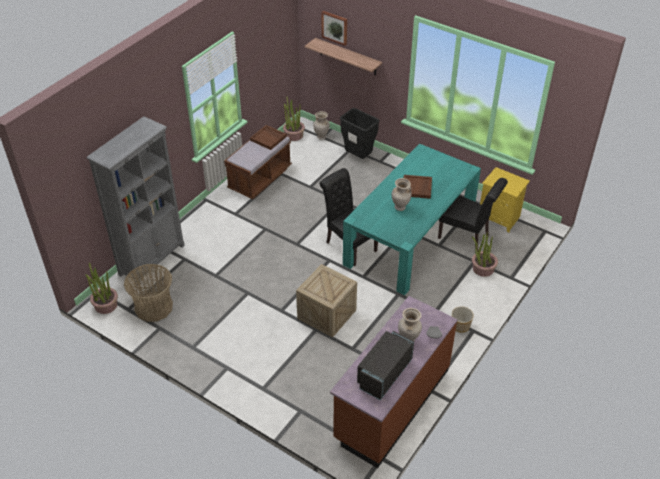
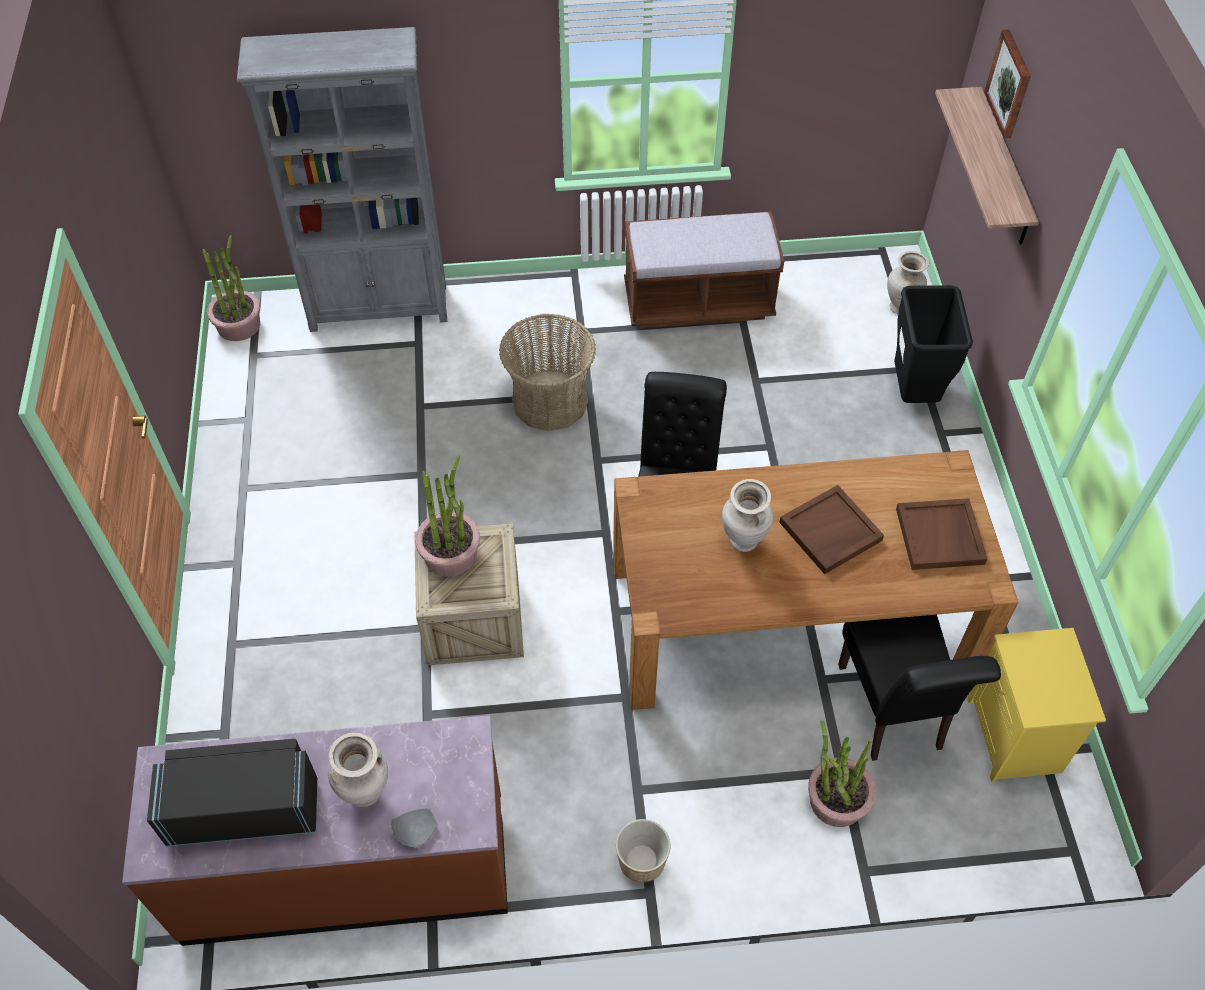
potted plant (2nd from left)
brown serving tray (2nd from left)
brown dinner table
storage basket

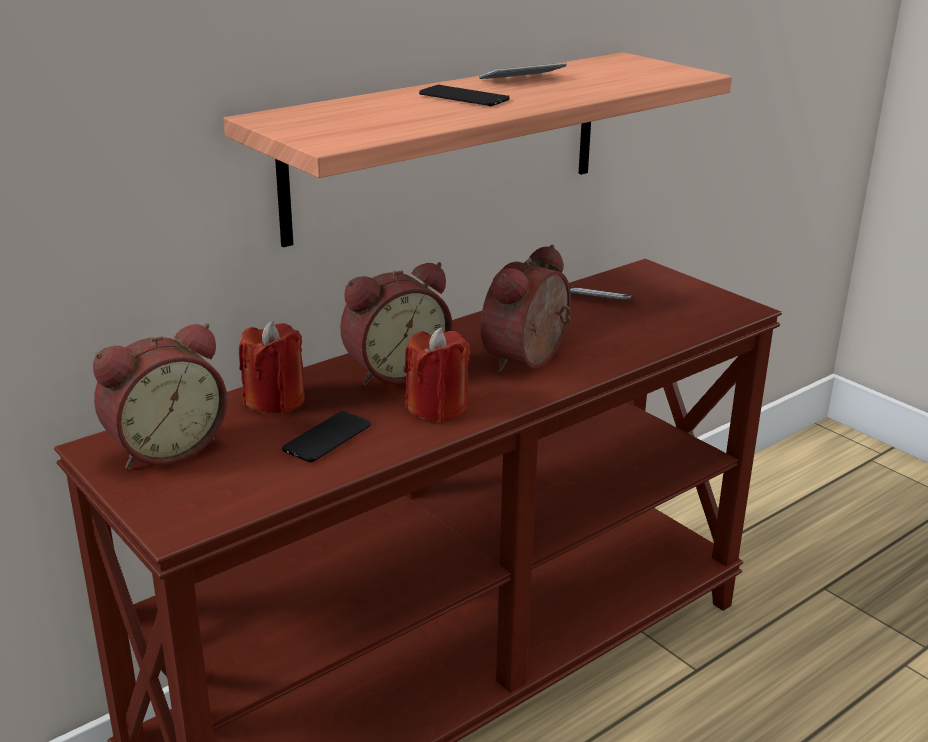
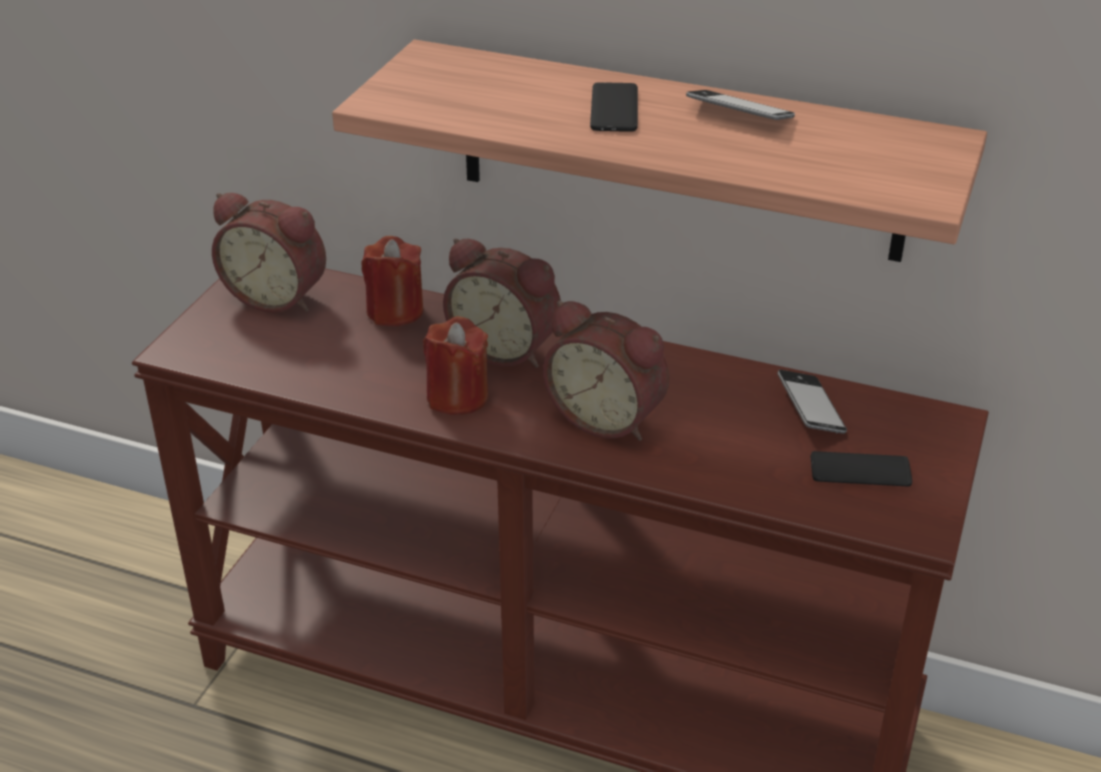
alarm clock (3rd from left)
phone (4th from left)

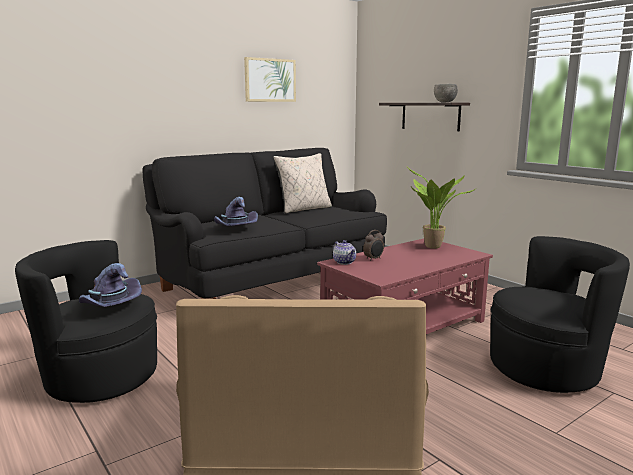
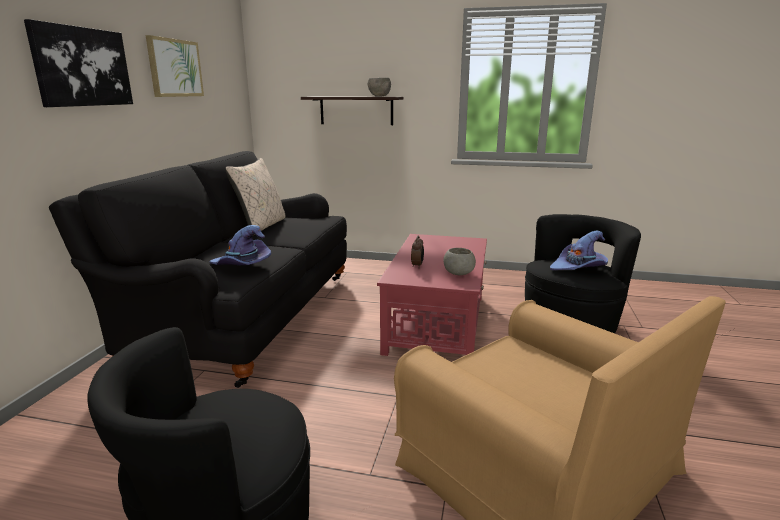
potted plant
pot for tea
purple hat (2nd from left)
wall art (1st from left)
greyish deep dish (2nd from left)

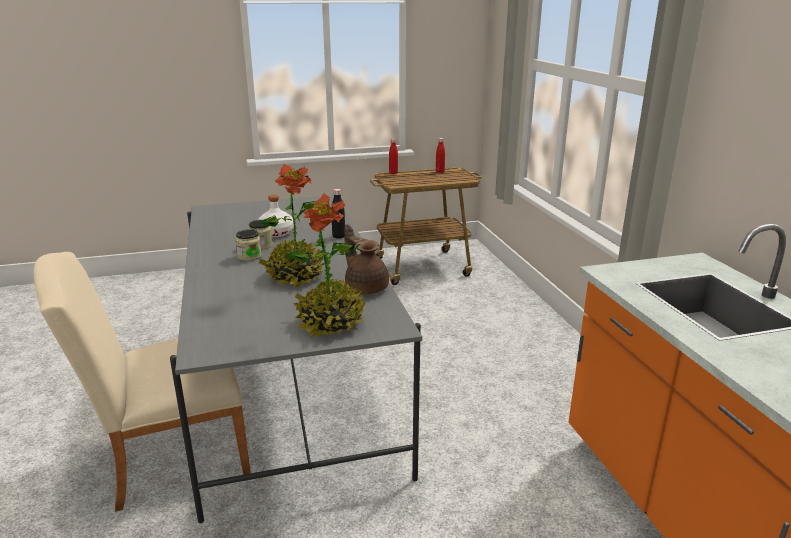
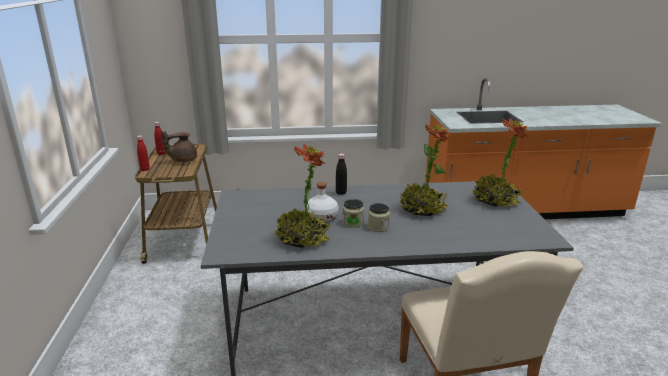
brown pot for tea
potted plant (1st from left)

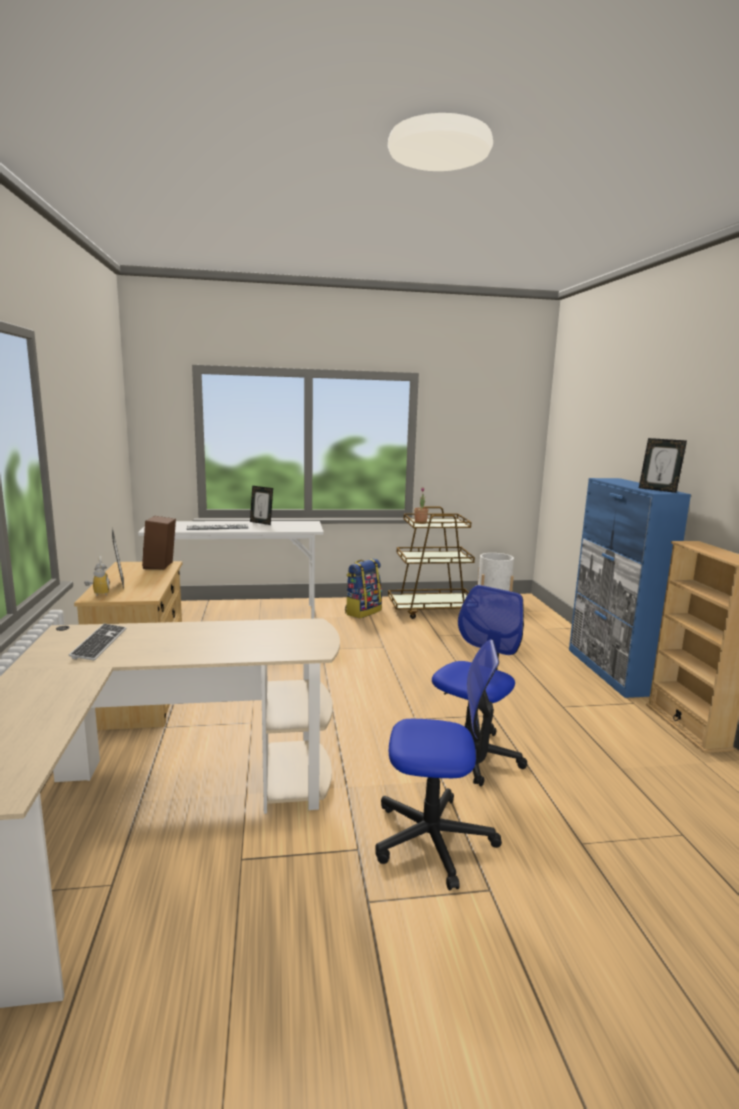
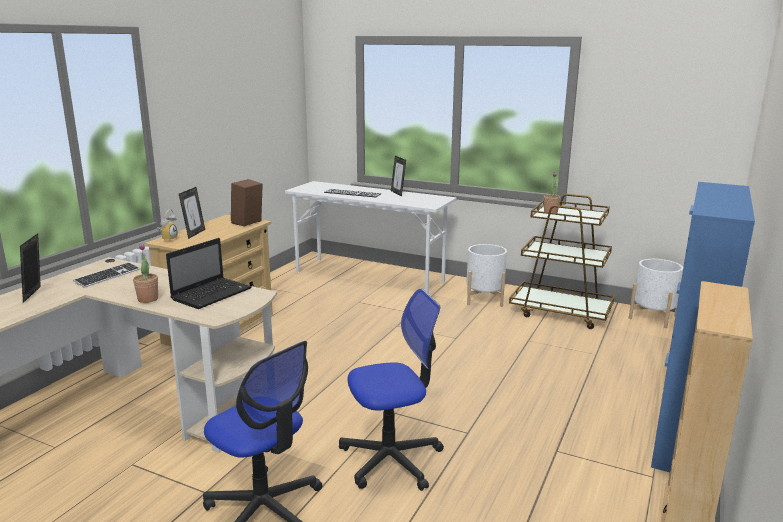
standing frame (1st from left)
white-coloured flower pot (1st from left)
notebook computer
potted plant (1st from left)

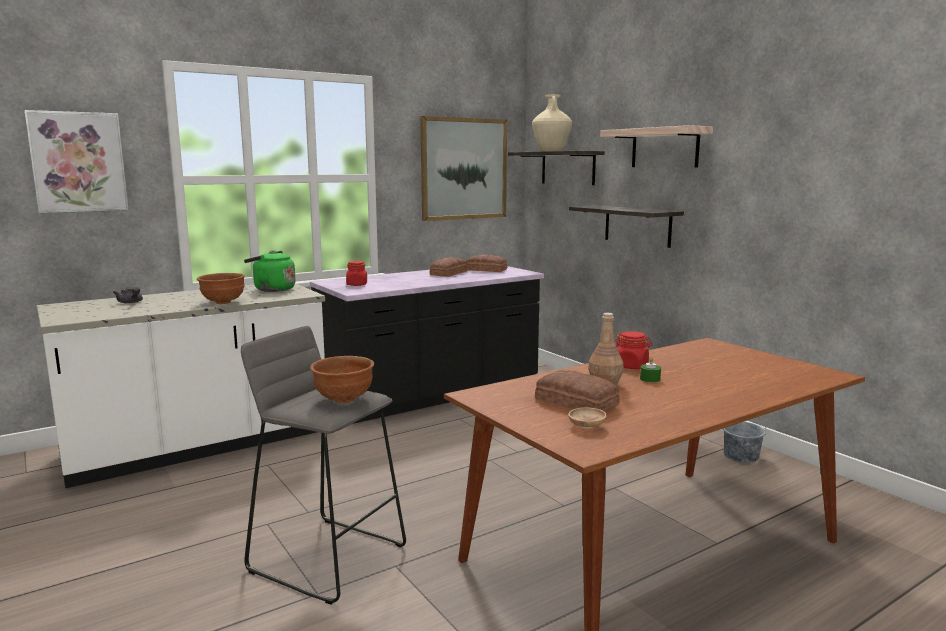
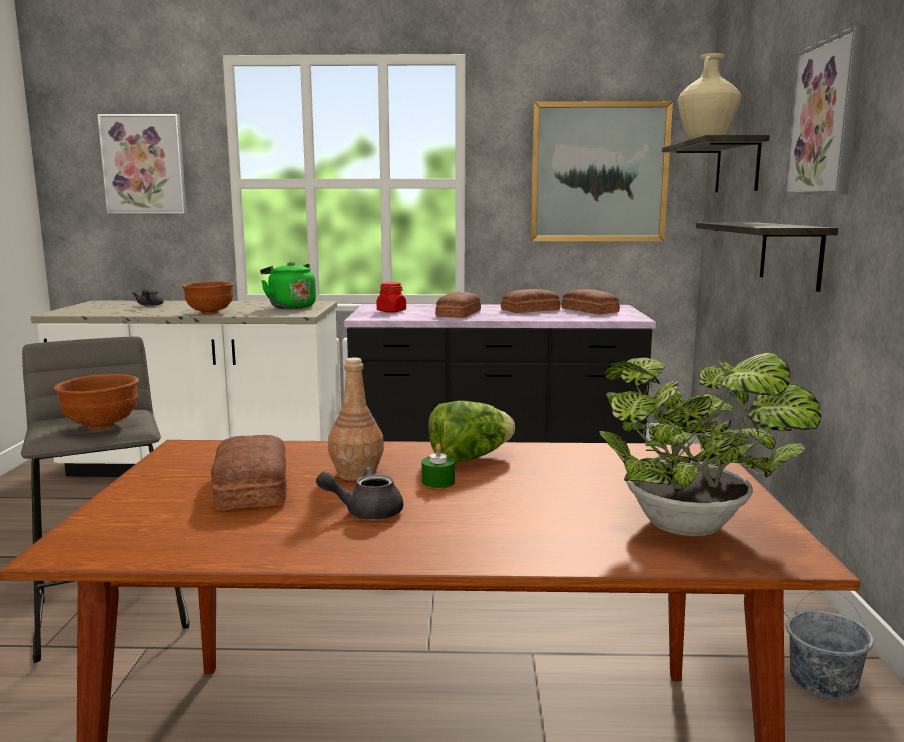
wall art (3rd from left)
lettuce
brown deep dish (3rd from left in the first image)
baked bread (2nd from left)
potted plant
greyish pot for tea (2nd from left)

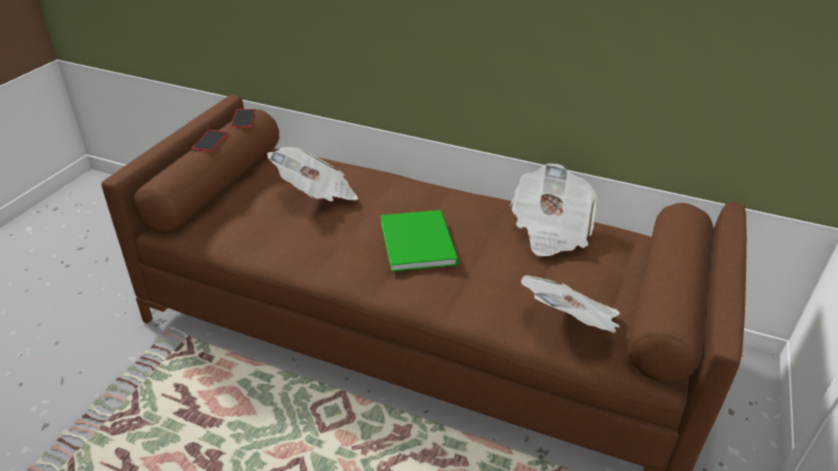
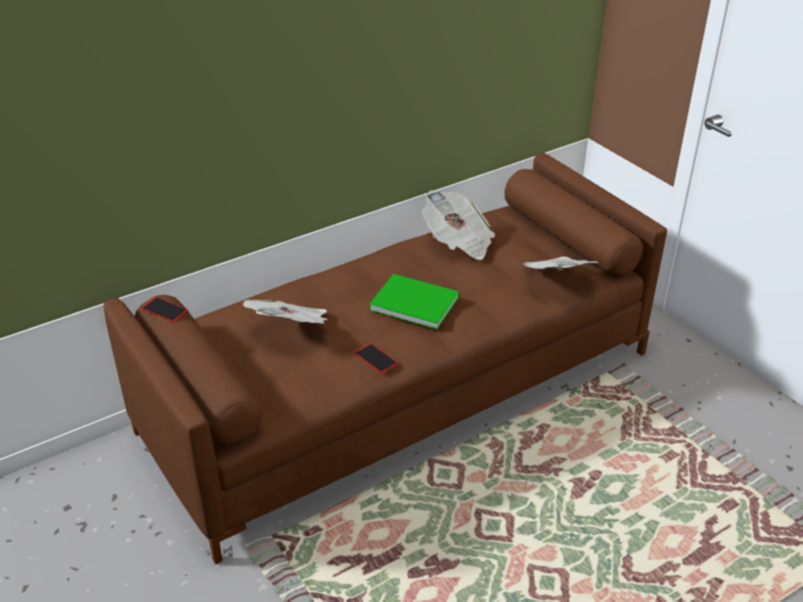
phone (2nd from left)

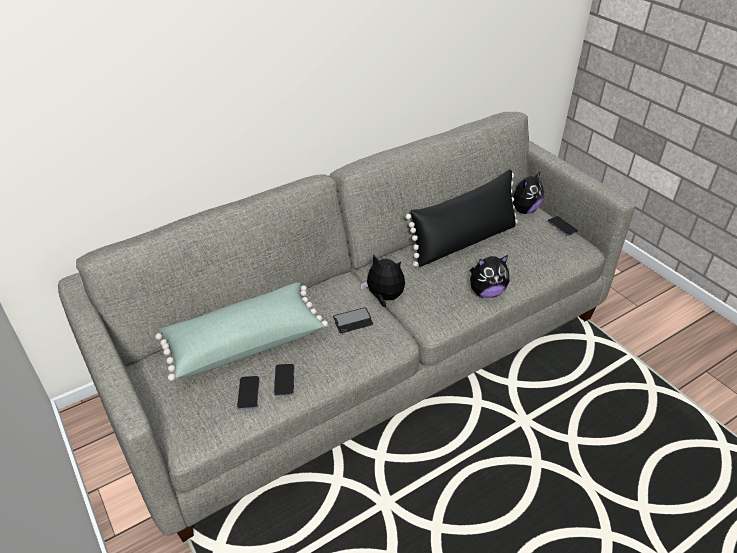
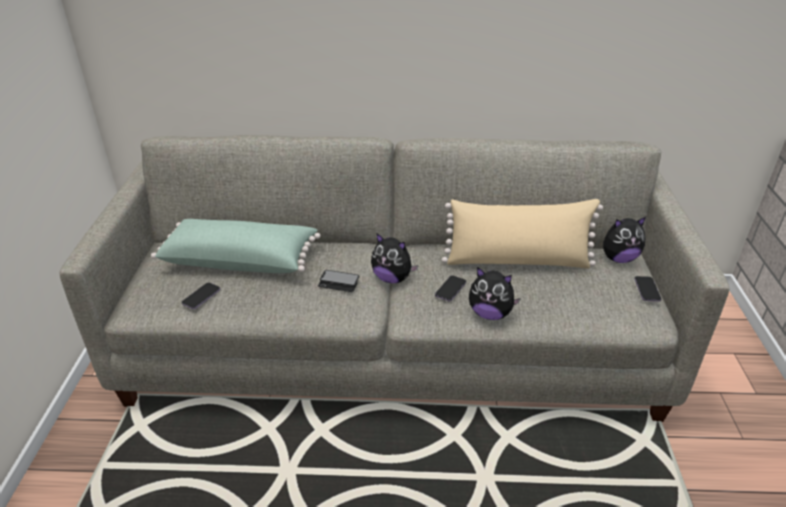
sand-coloured cushion
cuddly toy (1st from left)
phone (3rd from left)

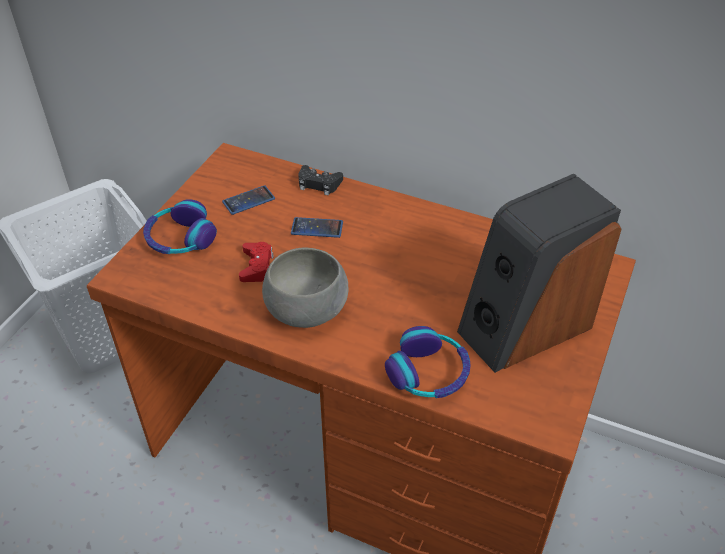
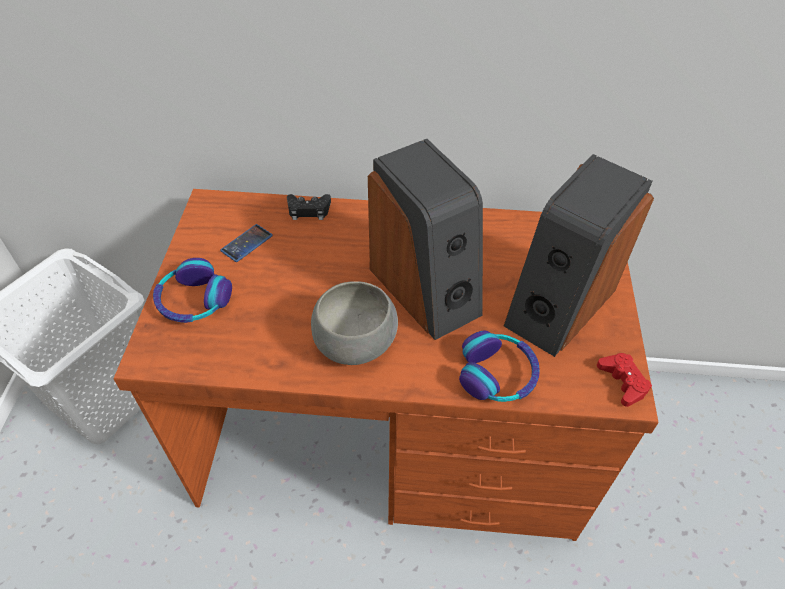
phone (2nd from left in the first image)
red-coloured game controller
speaker (1st from left)

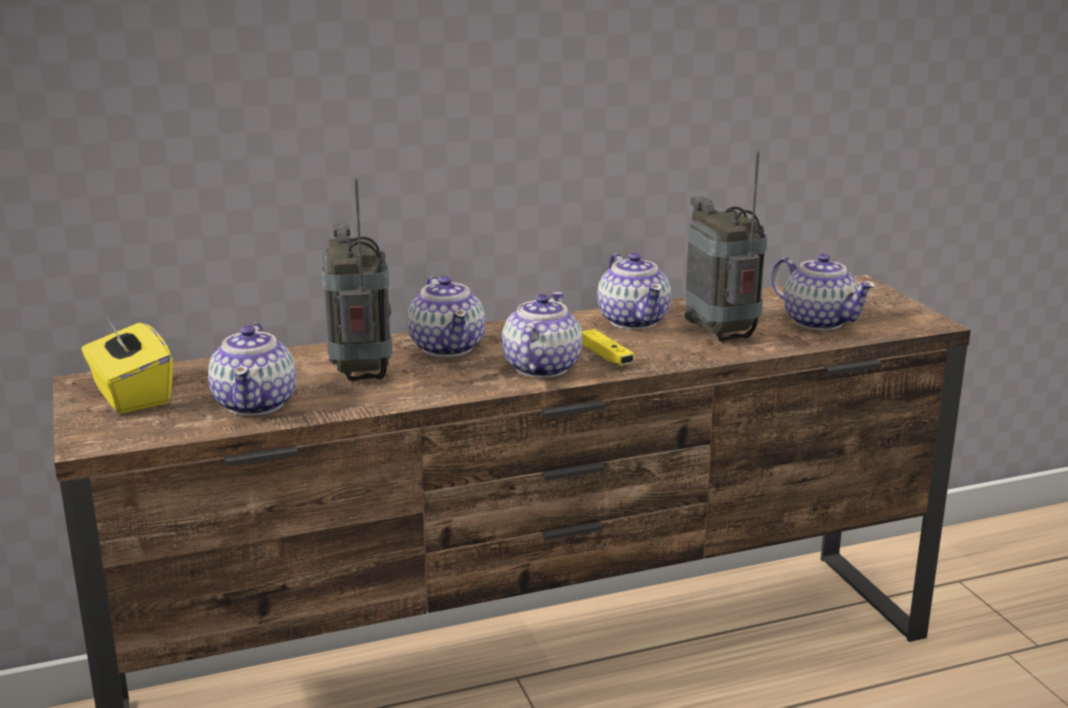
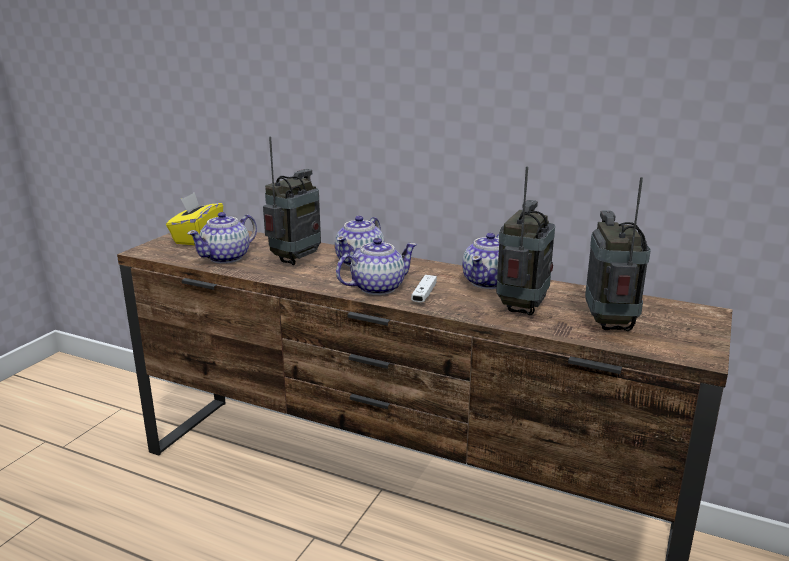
radio set (3rd from left)
white-coloured game controller

